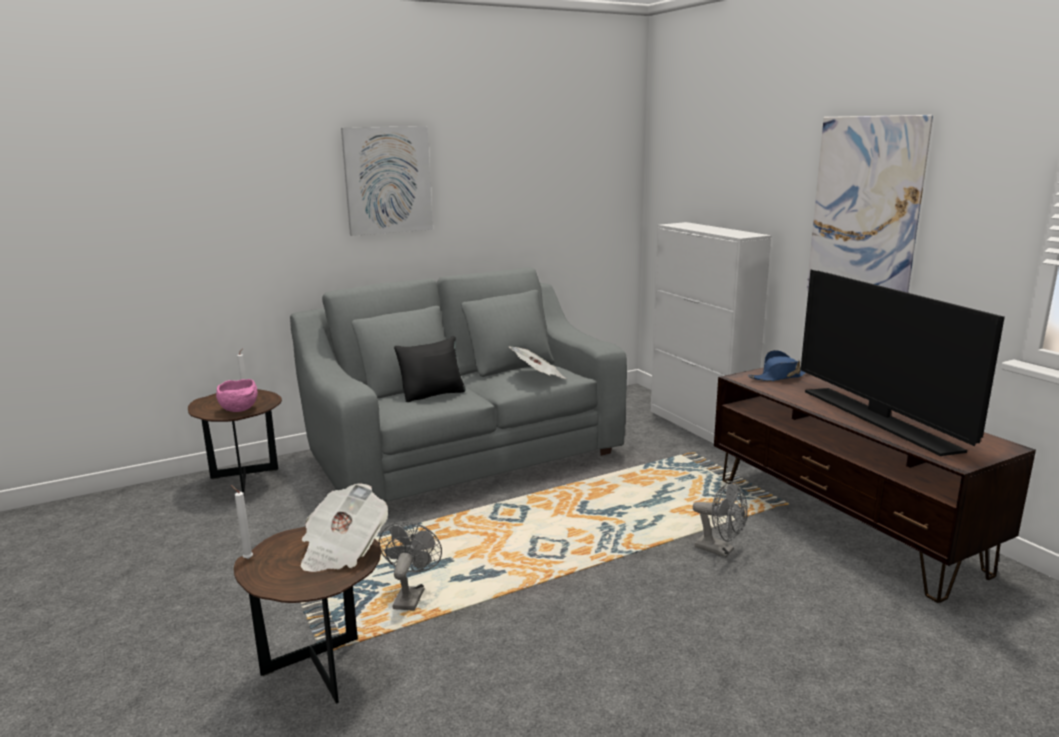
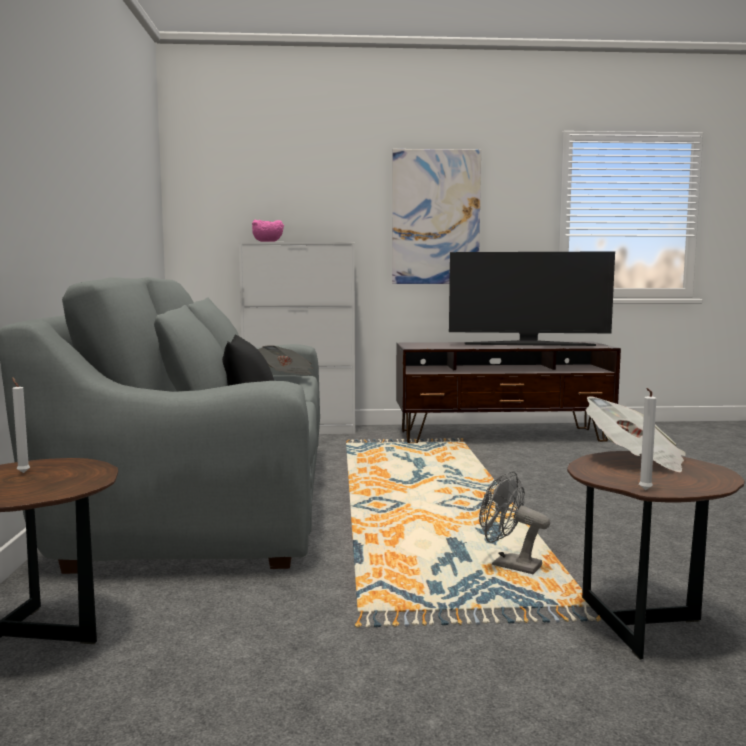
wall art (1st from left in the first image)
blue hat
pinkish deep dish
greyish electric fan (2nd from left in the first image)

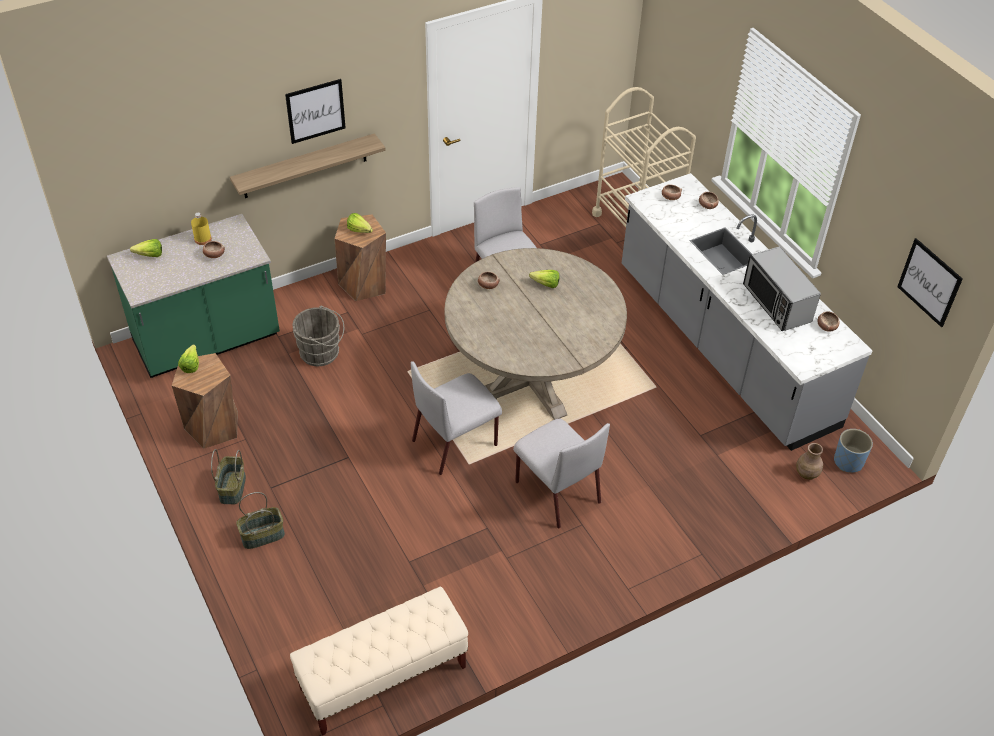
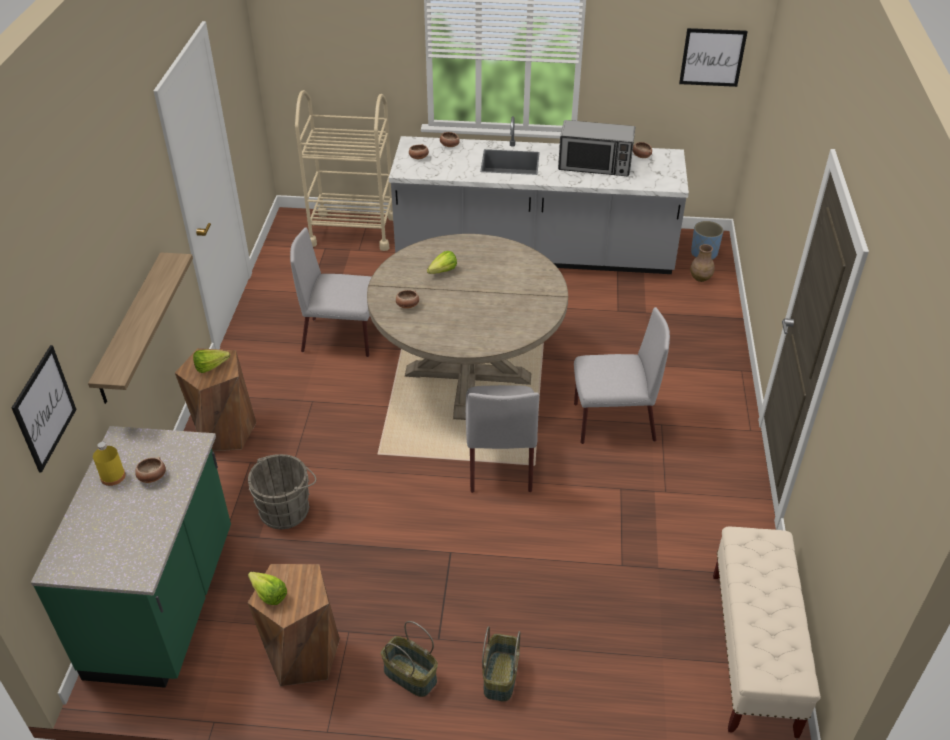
wall art (1st from left)
lettuce (1st from left in the first image)

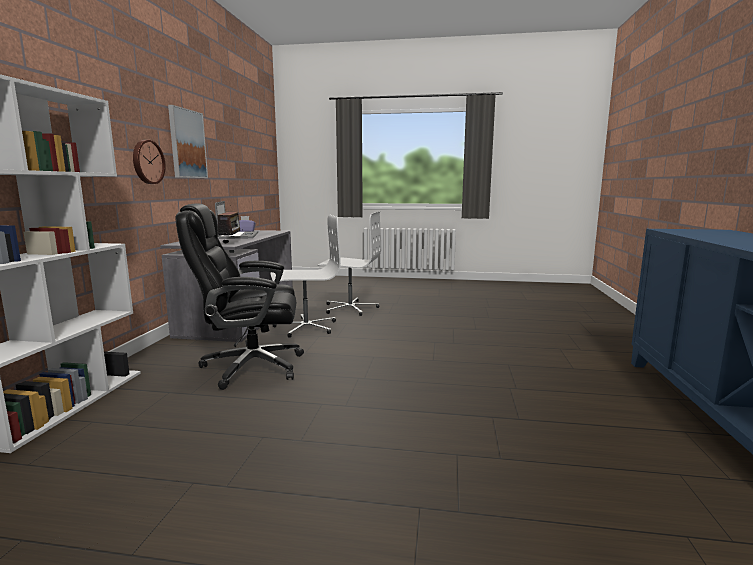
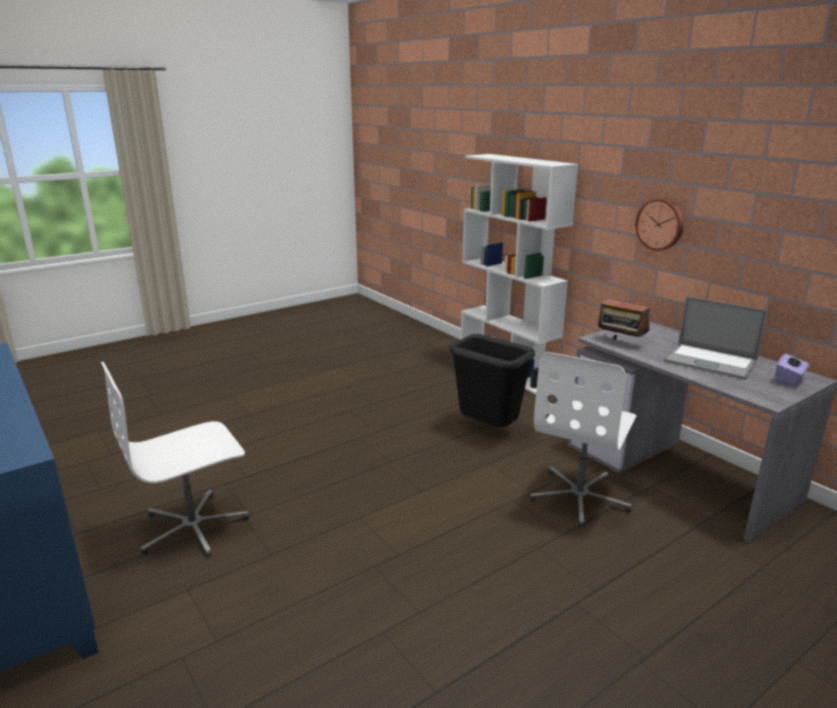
wall art
blackish waste bin
white-coloured desk chair (1st from left)

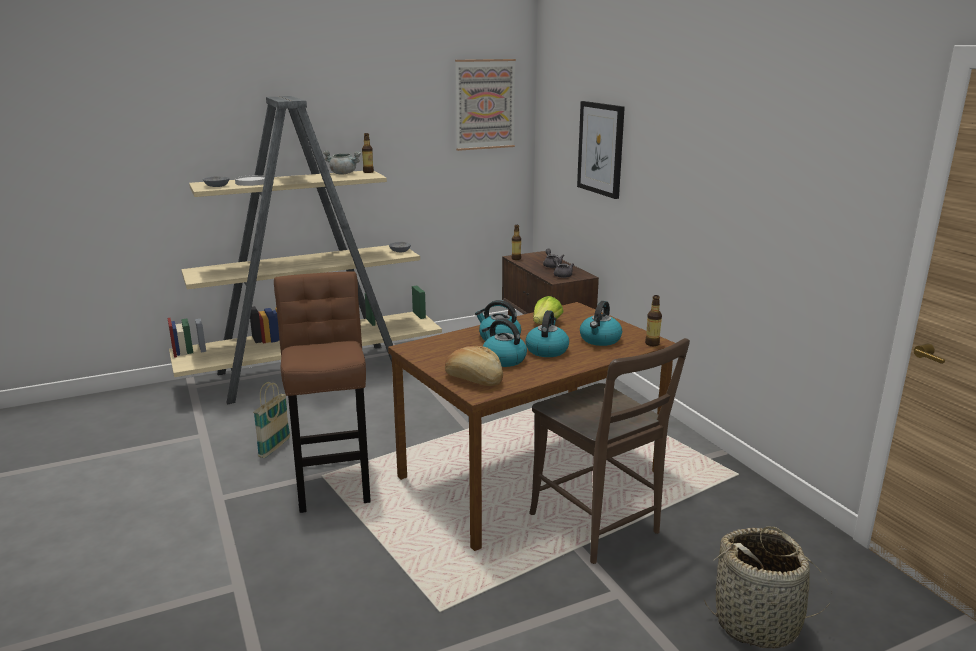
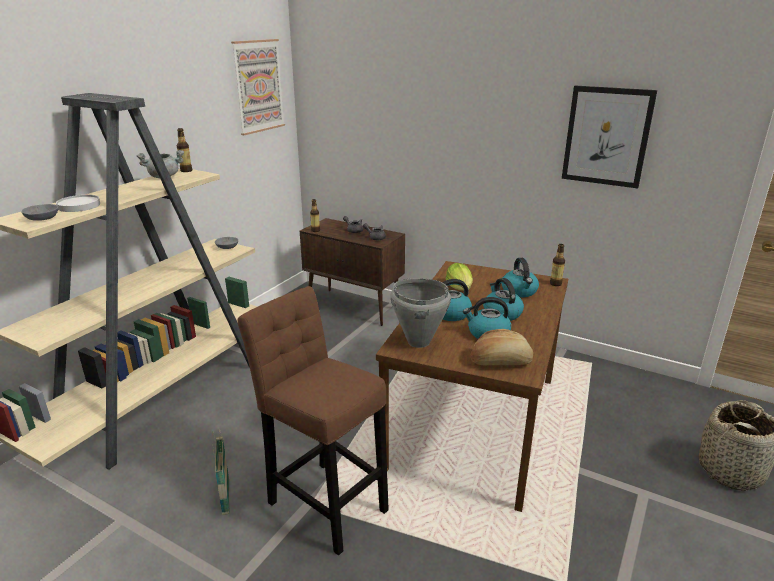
wall art (2nd from left)
brown chair
greyish saucepot (2nd from left)

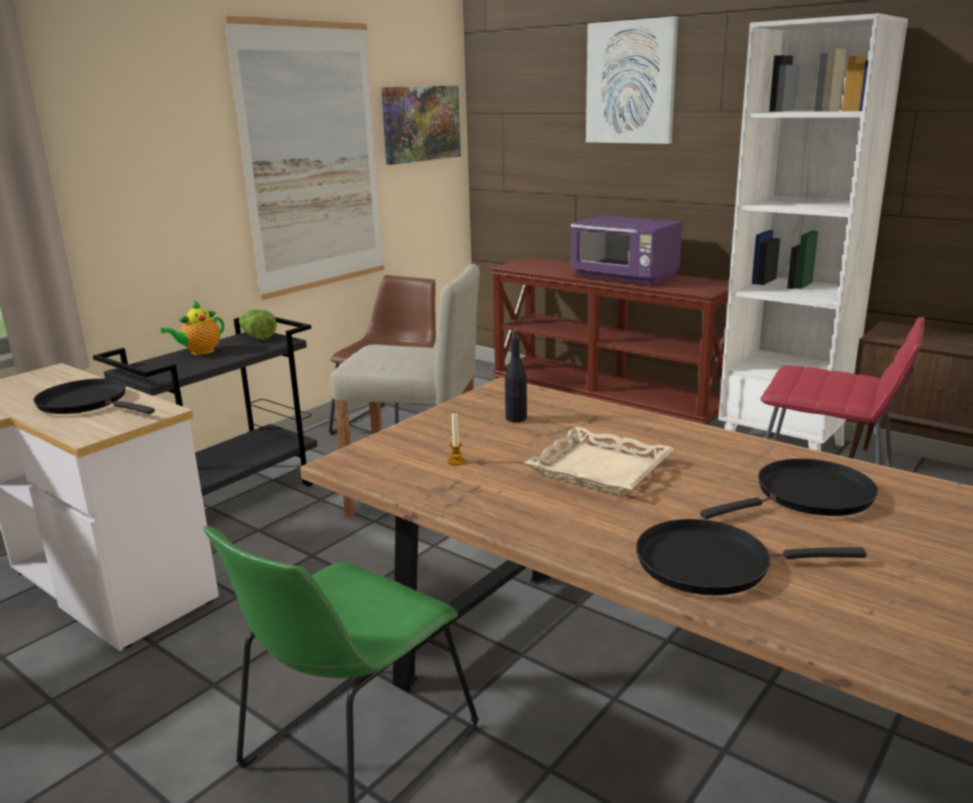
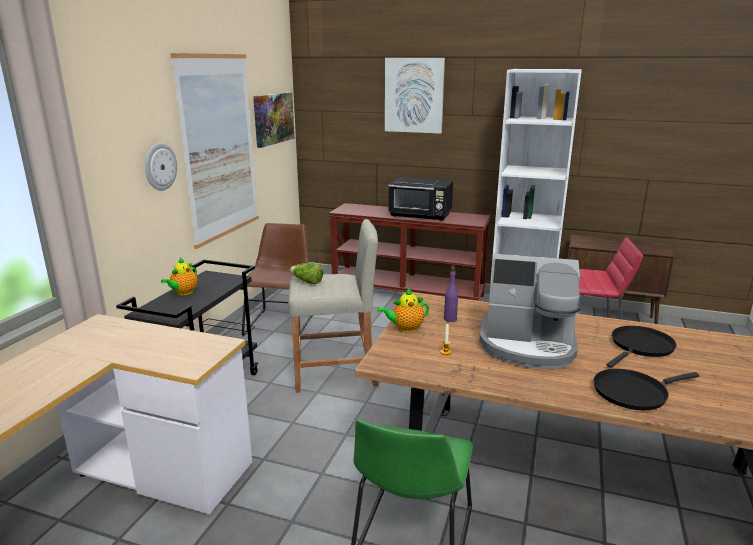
blackish microwave
lettuce
purple bottle
blackish pan (1st from left in the first image)
coffee machine
wall clock
pot for tea (2nd from left)

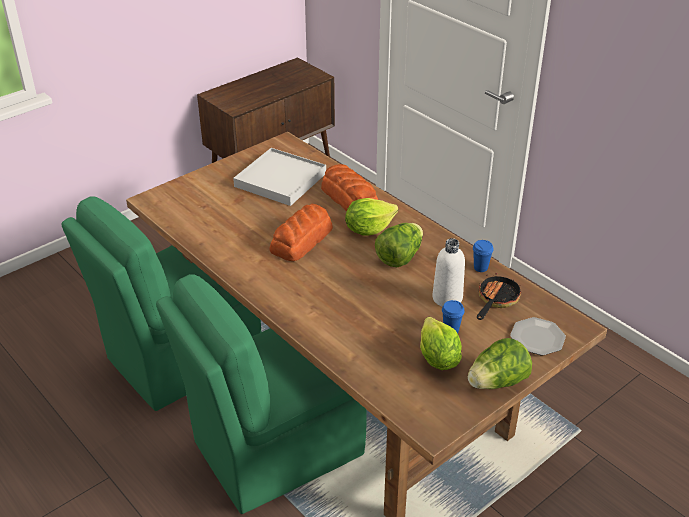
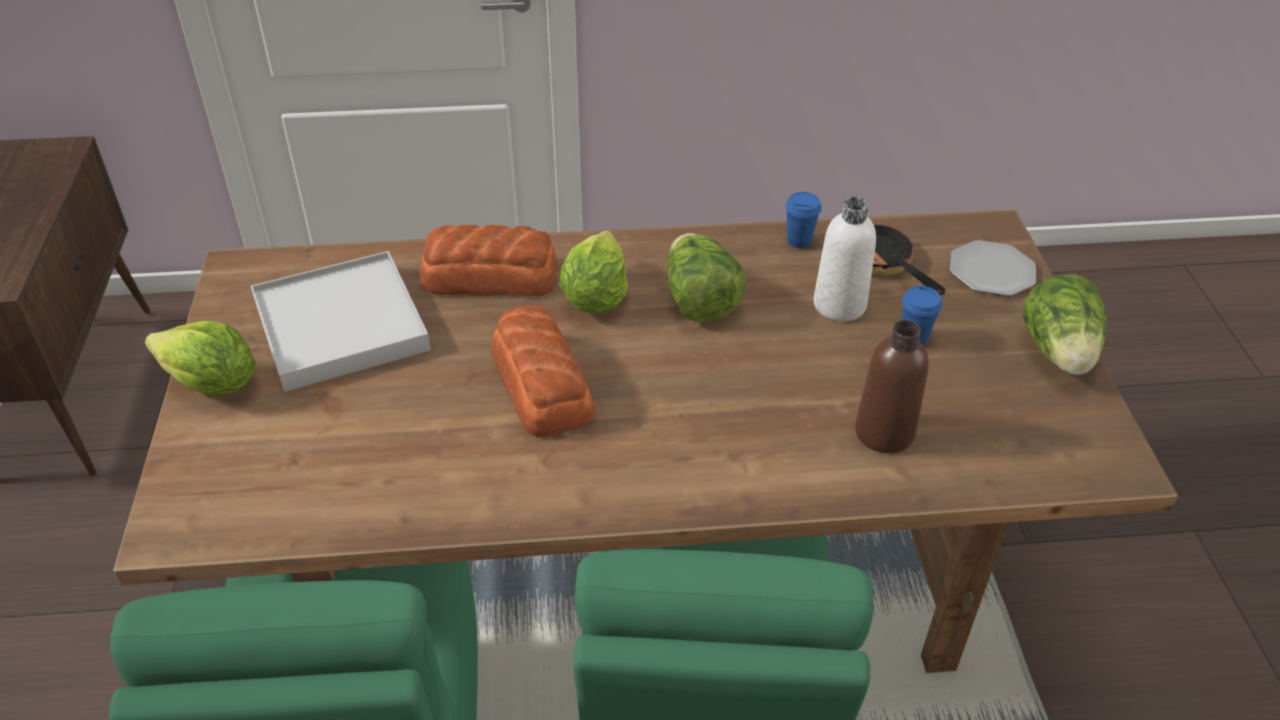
lettuce (1st from left)
brown bottle

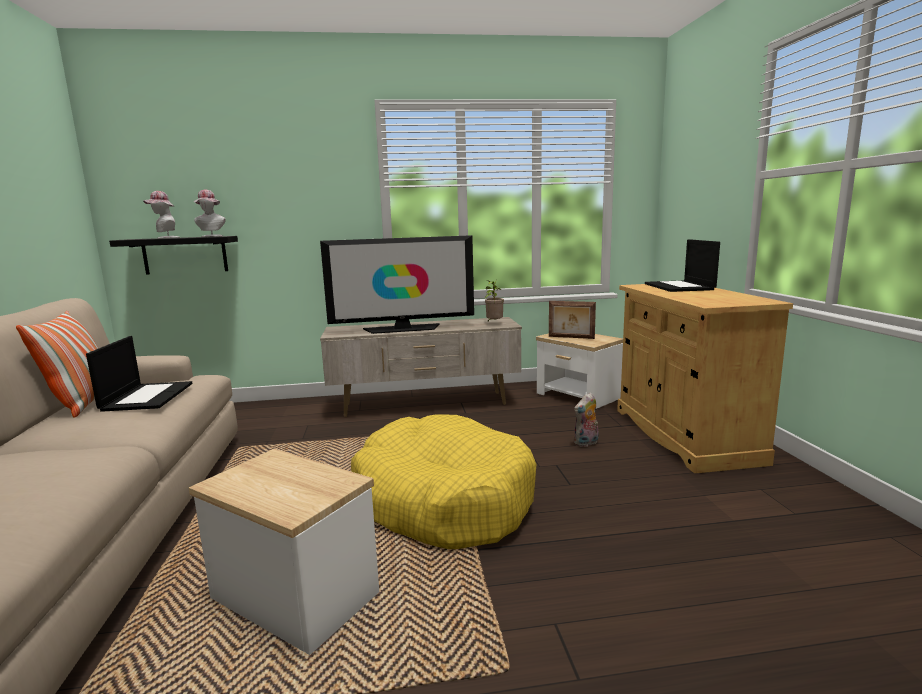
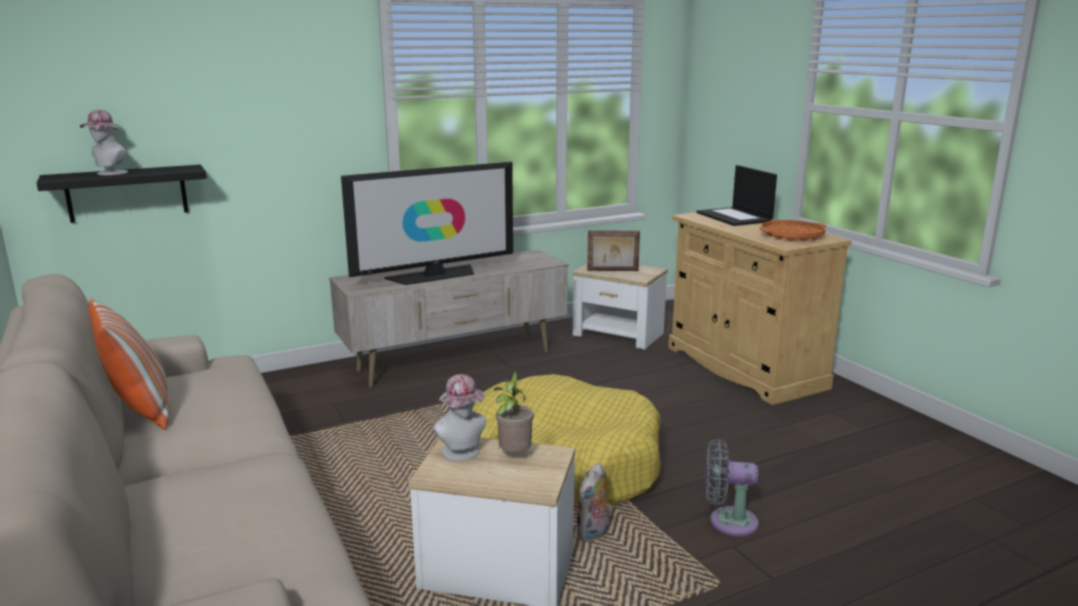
hat (2nd from left)
potted plant
notebook computer (1st from left in the first image)
cuddly toy
orange serving tray
greyish electric fan

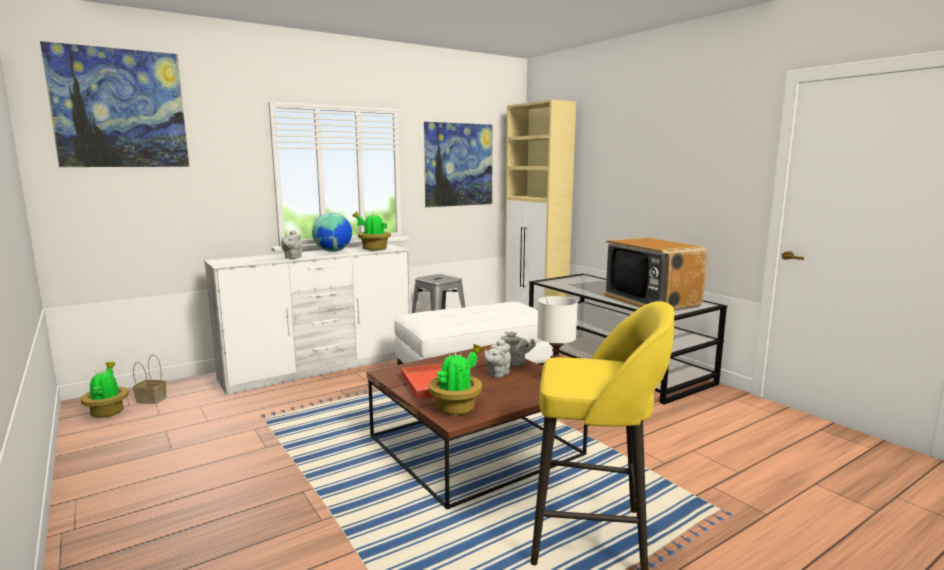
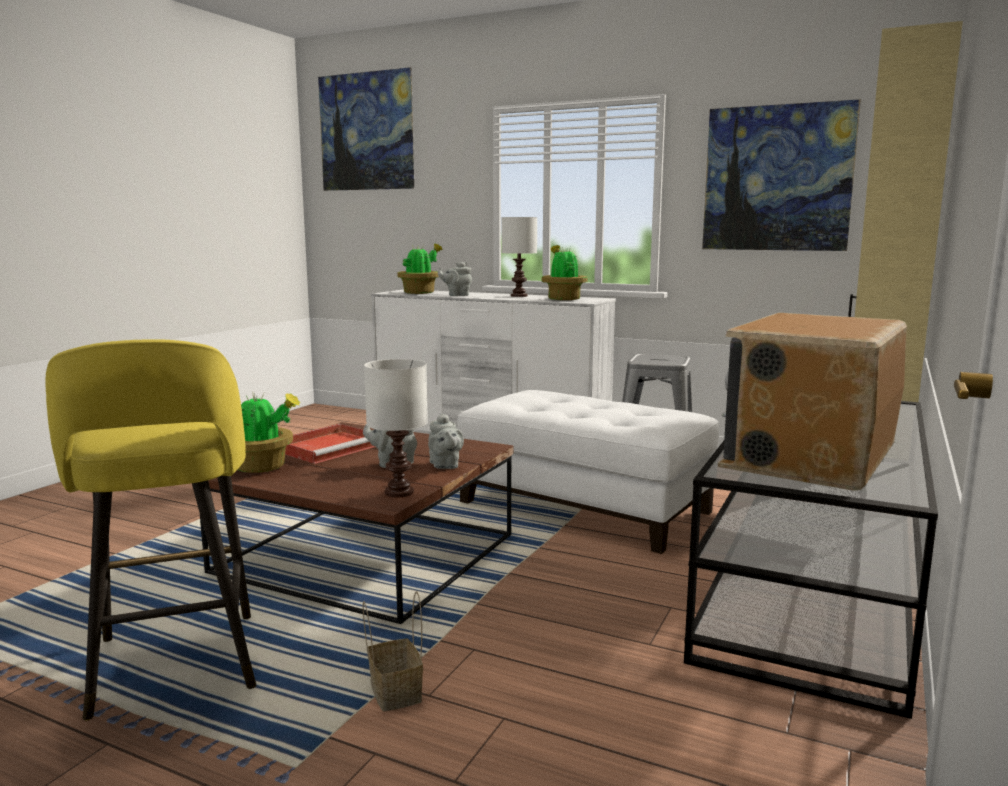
white-coloured tabletop lamp (2nd from left)
storage basket
potted plant (2nd from left)

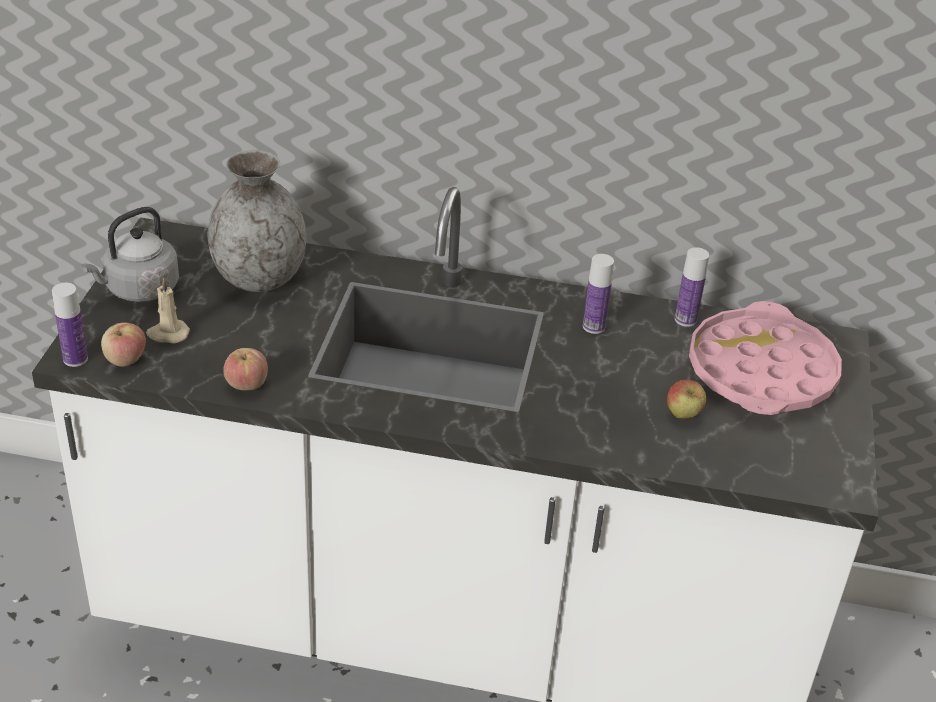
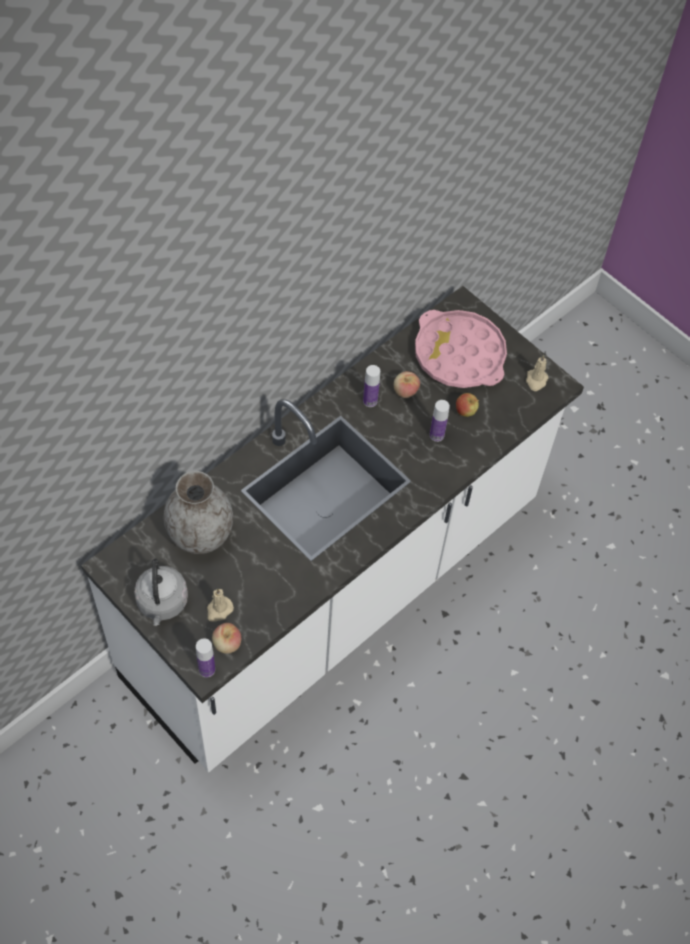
bottle (3rd from left)
apple fruit (2nd from left)
sand-coloured candle (2nd from left)

